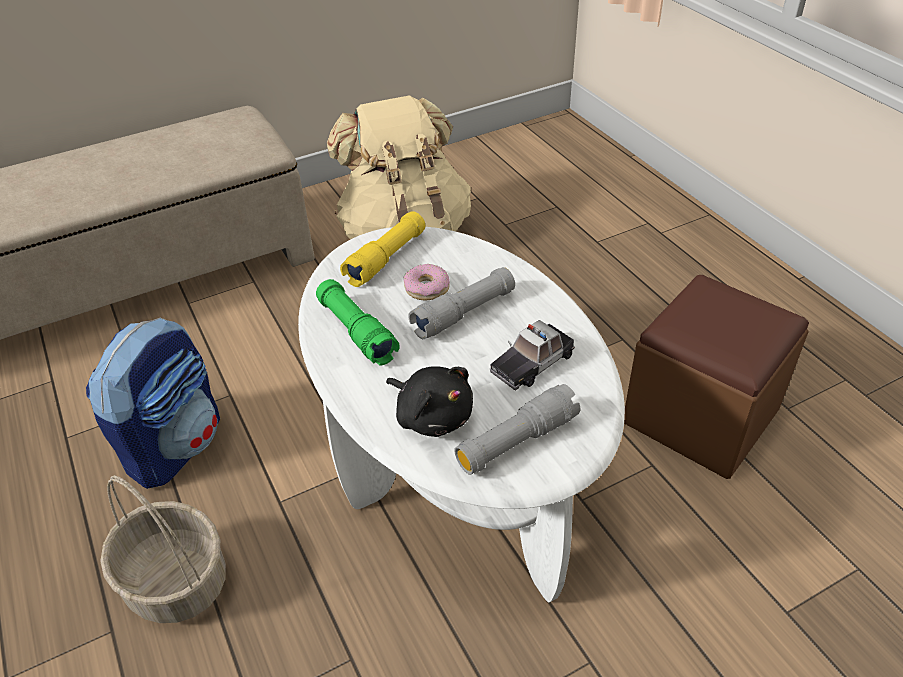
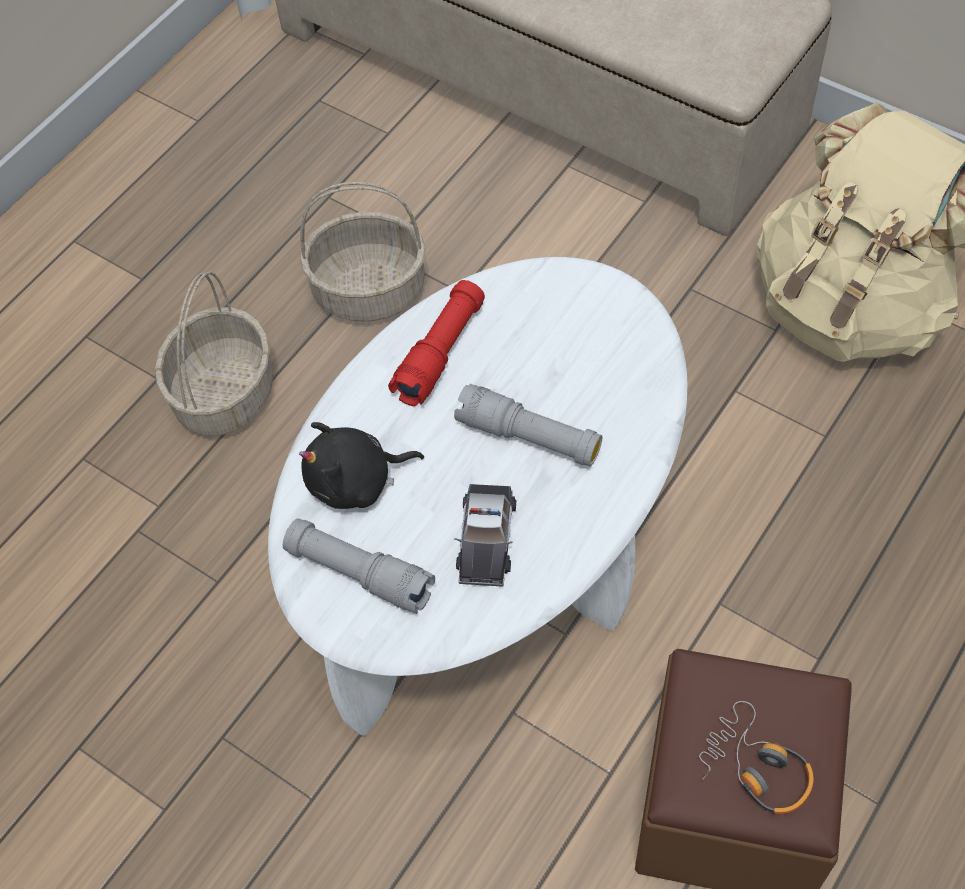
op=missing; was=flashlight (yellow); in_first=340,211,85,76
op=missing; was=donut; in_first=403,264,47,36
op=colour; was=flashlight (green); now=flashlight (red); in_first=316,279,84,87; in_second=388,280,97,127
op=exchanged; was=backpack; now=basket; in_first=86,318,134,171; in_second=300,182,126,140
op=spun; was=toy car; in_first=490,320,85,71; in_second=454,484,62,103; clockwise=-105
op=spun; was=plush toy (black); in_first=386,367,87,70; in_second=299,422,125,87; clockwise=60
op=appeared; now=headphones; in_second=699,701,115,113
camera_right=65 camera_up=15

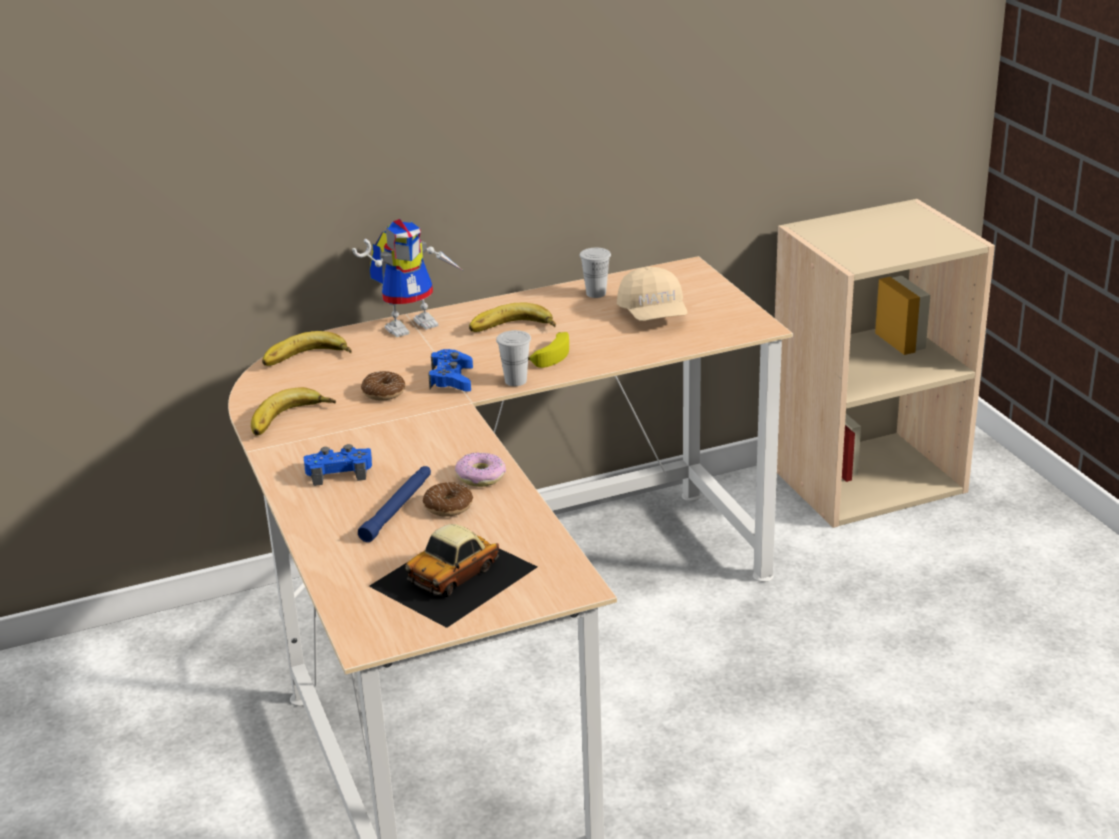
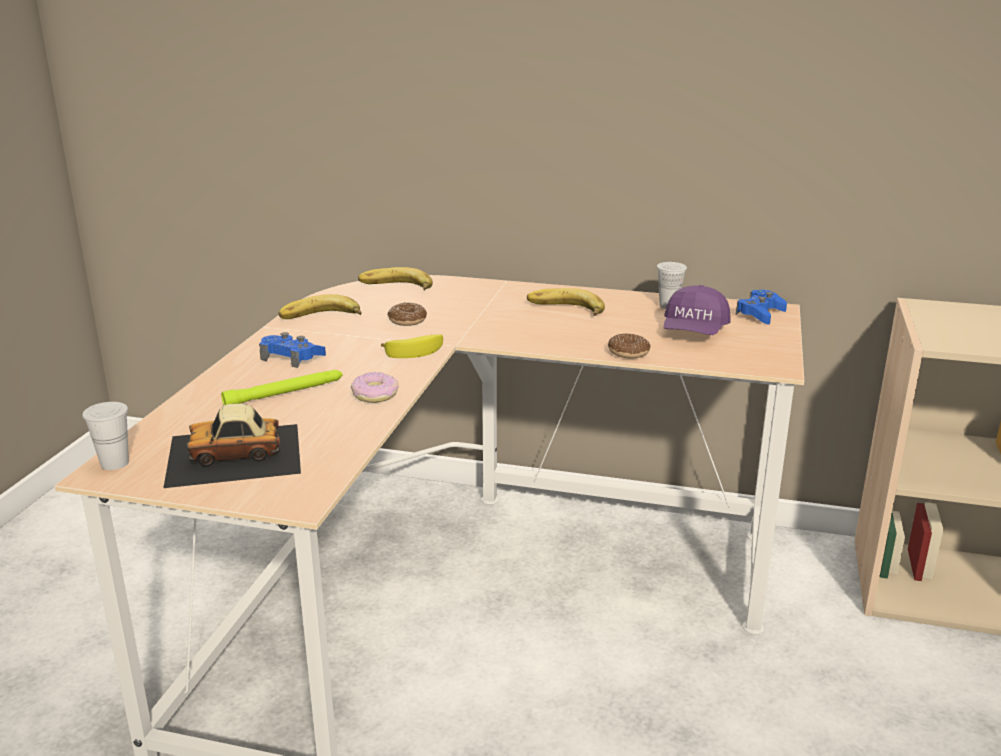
op=missing; was=toy robot; in_first=352,219,110,119
op=colour; was=cap (beige); now=cap (purple); in_first=617,267,70,54; in_second=663,285,68,50
op=relocated; was=cup (white); in_first=496,330,35,56; in_second=82,402,47,68
op=relocated; was=banana; in_first=528,332,41,36; in_second=381,335,62,23
op=relocated; was=game controller (blue); in_first=429,349,44,43; in_second=736,290,51,35
op=colour; was=flashlight (blue); now=flashlight (green); in_first=358,466,73,76; in_second=221,370,121,35
op=relocated; was=donut; in_first=423,482,50,34; in_second=608,334,43,24
camera_right=35 camera_up=-5

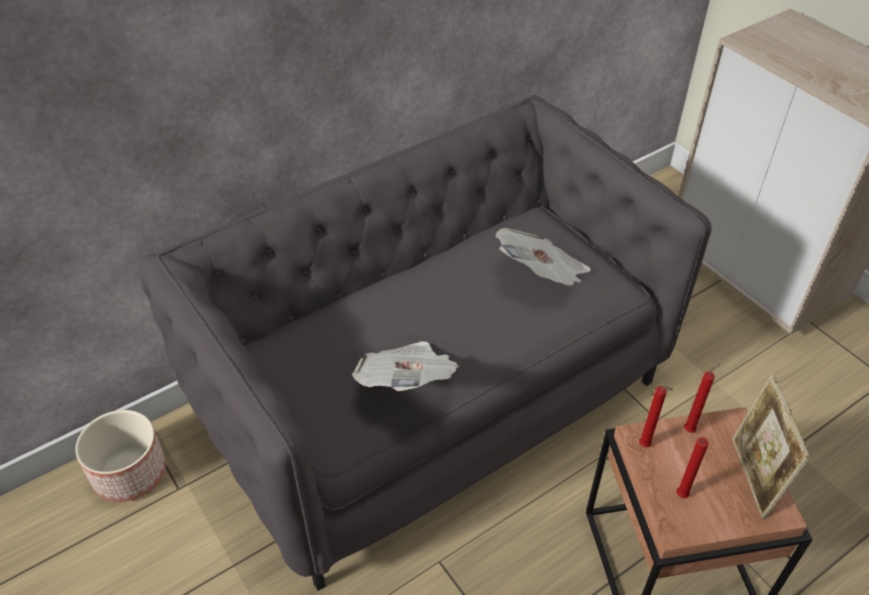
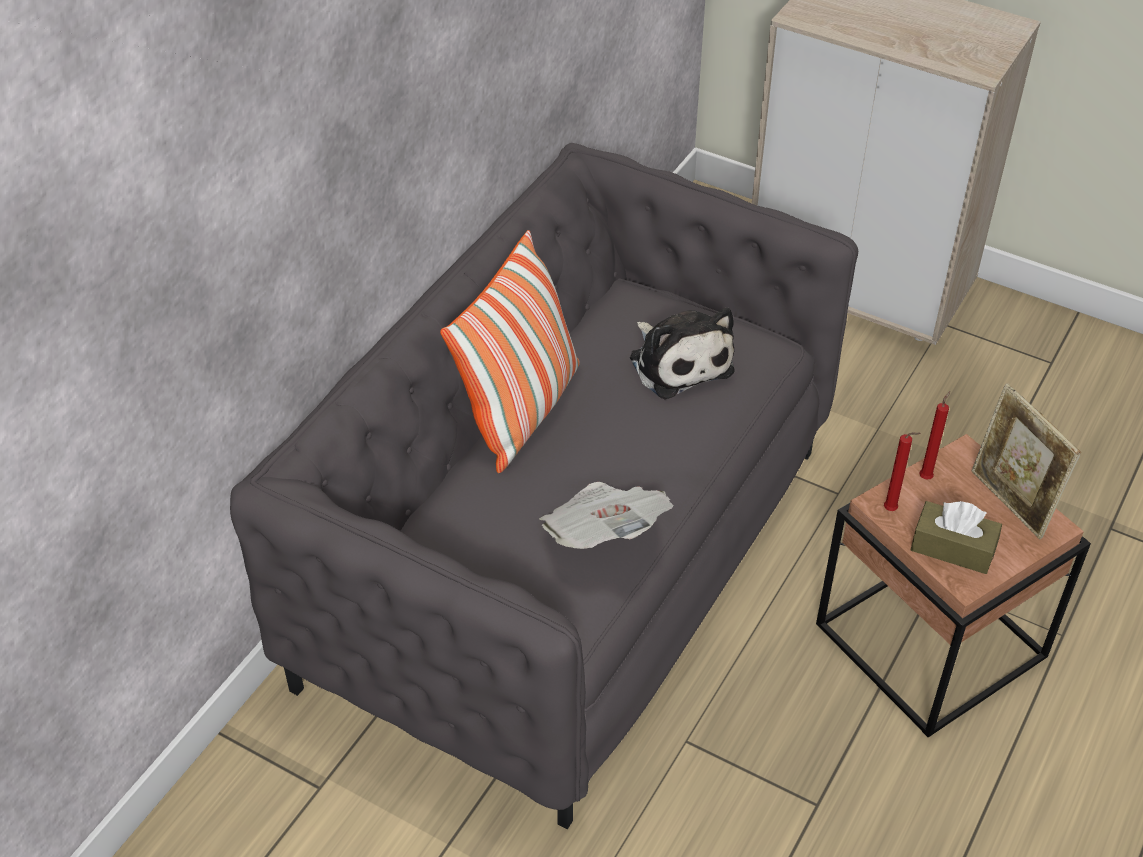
op=exchanged; was=newspaper; now=plush toy; in_first=496,228,95,58; in_second=630,308,105,91
op=missing; was=planter; in_first=75,410,91,92
op=exchanged; was=candle (red); now=tissue box (brown); in_first=677,438,32,60; in_second=911,501,91,73
op=appeared; now=pillow; in_second=440,230,140,243
camera_right=-25 camera_up=0

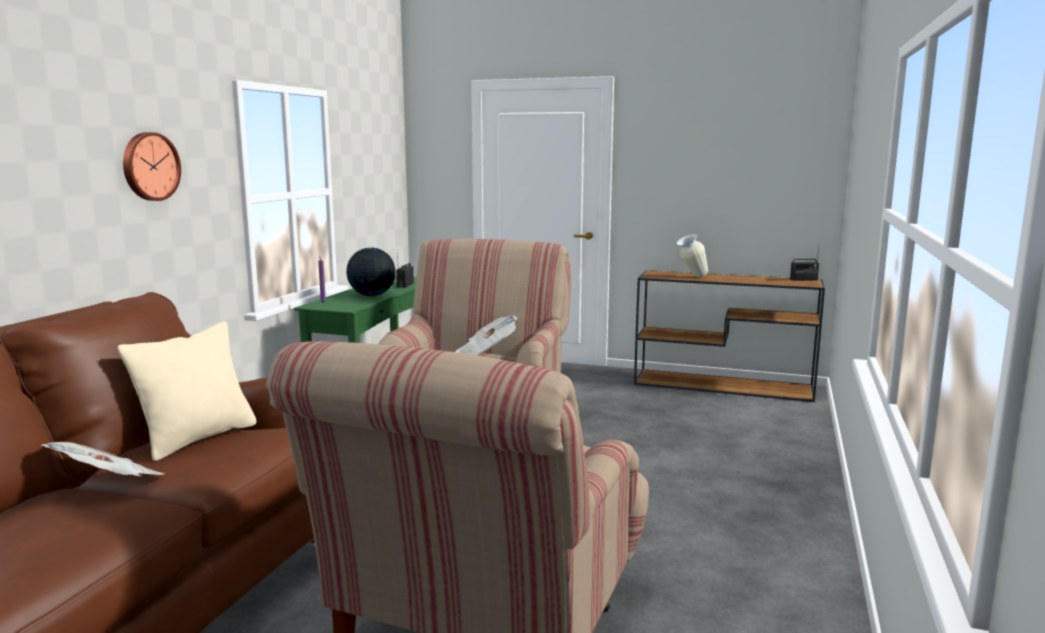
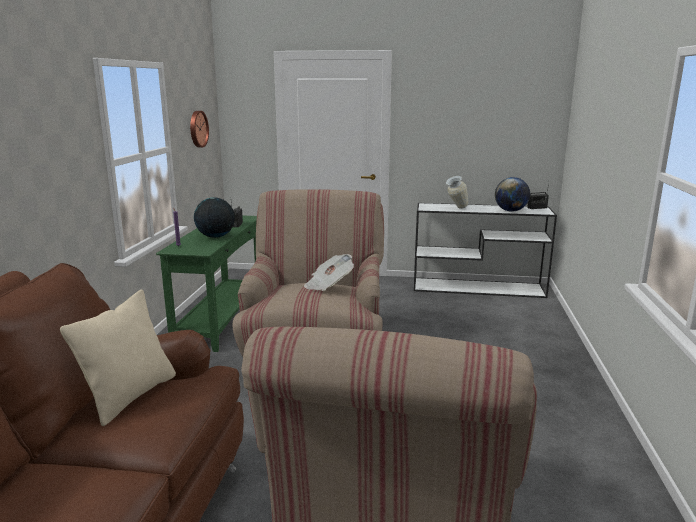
op=relocated; was=wall clock; in_first=123,132,58,69; in_second=190,111,19,37
op=colour; was=console table (brown); now=console table (white); in_first=634,270,191,132; in_second=414,203,143,95
op=missing; was=newspaper; in_first=42,442,123,34
op=appeared; now=globe; in_second=495,177,35,35
camera_right=-10 camera_up=5

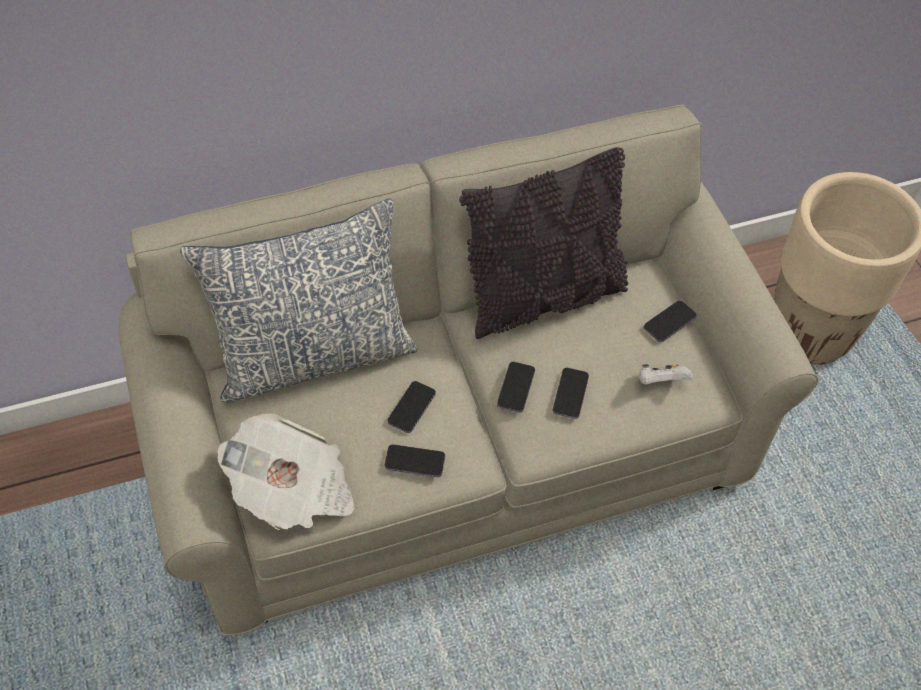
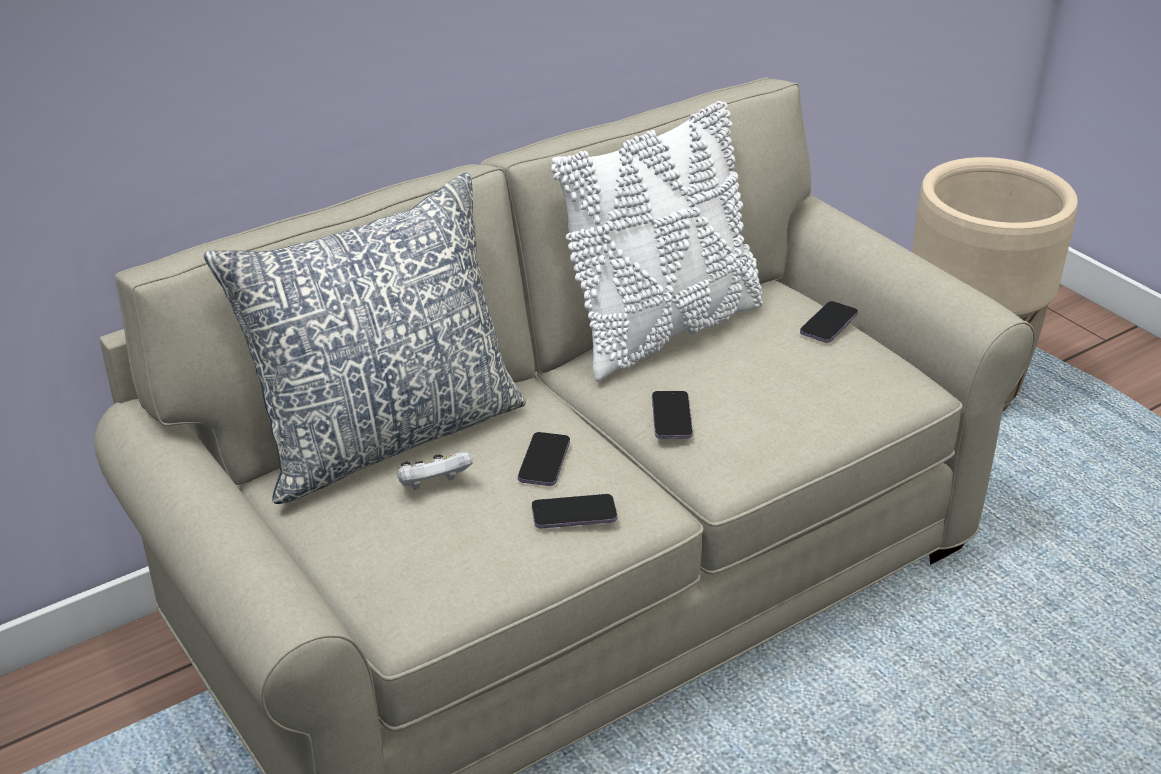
op=colour; was=pillow (black); now=pillow (white); in_first=459,147,169,192; in_second=551,101,212,280
op=relocated; was=game controller (white); in_first=639,364,53,21; in_second=397,452,76,38
op=missing; was=phone; in_first=553,368,36,51
op=missing; was=newspaper; in_first=217,413,138,118
camera_right=-15 camera_up=-20

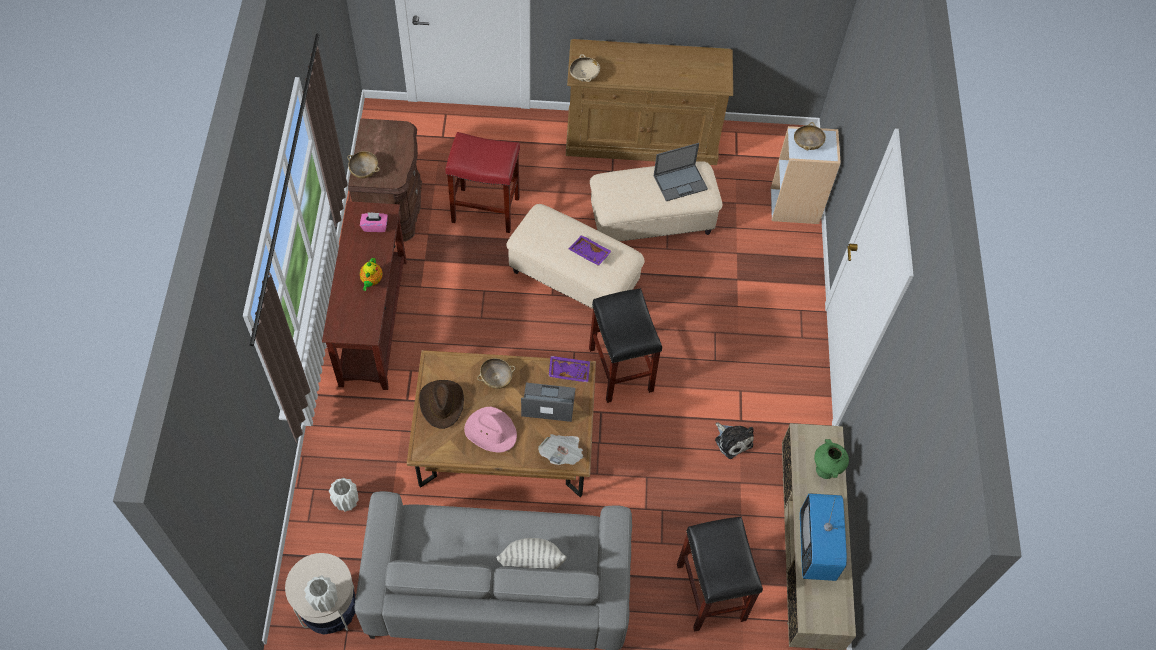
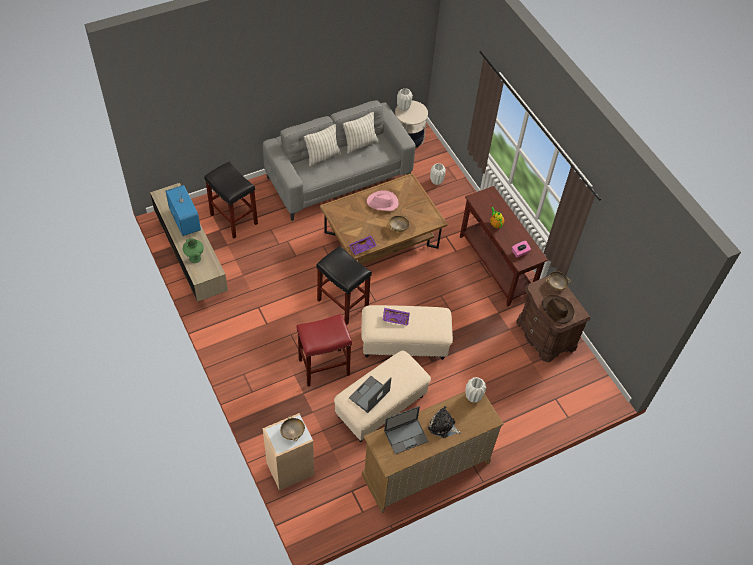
op=exchanged; was=bowl (beige); now=vase (white); in_first=570,54,30,28; in_second=465,377,21,25
op=relocated; was=stool (red); in_first=445,132,75,101; in_second=296,314,56,73
op=relocated; was=hat (brown); in_first=419,380,45,49; in_second=542,295,32,28
op=relocated; was=laptop; in_first=521,383,55,39; in_second=384,406,45,49
op=relocated; was=plush toy; in_first=715,423,39,36; in_second=428,406,33,32
op=missing; was=newspaper; in_first=538,434,46,31
op=appeared; now=pillow; in_second=343,112,35,42
camera_right=150 camera_up=-5

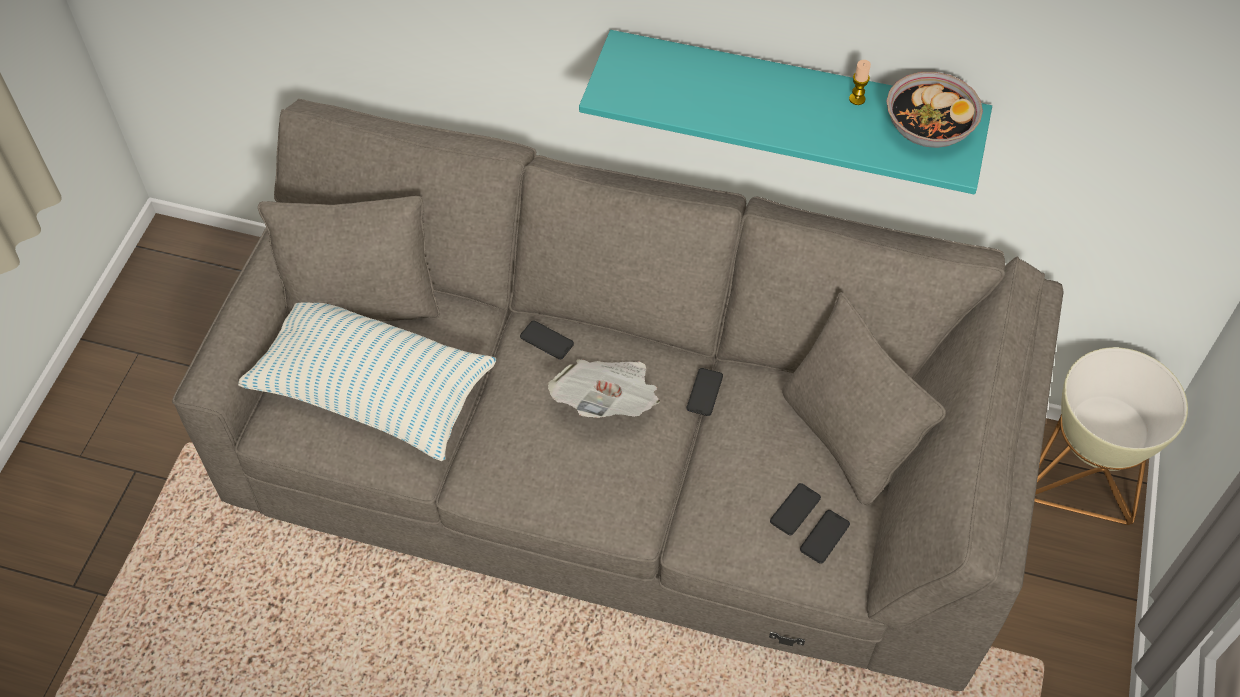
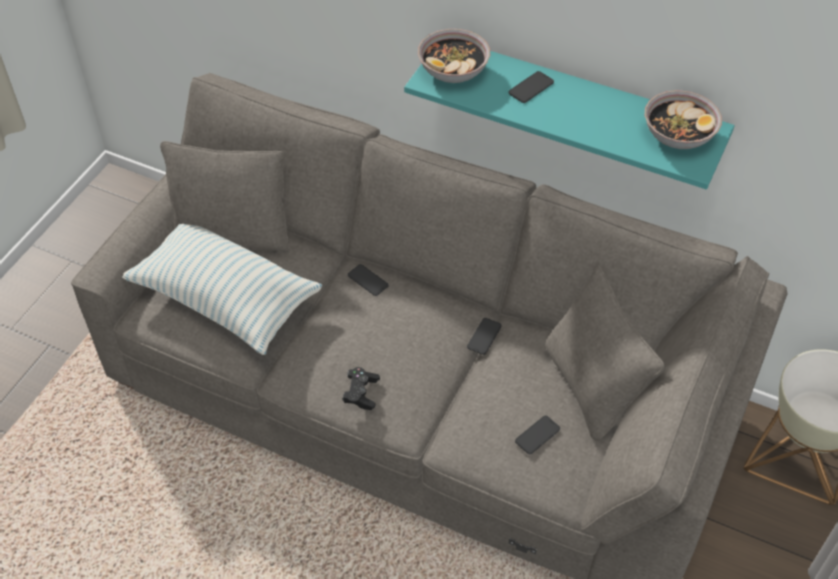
op=missing; was=candle; in_first=849,60,22,45
op=missing; was=newspaper; in_first=548,359,112,59
op=relocated; was=phone; in_first=800,510,50,54; in_second=508,71,46,32
op=appeared; now=bowl; in_second=418,29,72,54
op=appeared; now=game controller (black); in_second=342,367,38,43
camera_right=10 camera_up=-5

